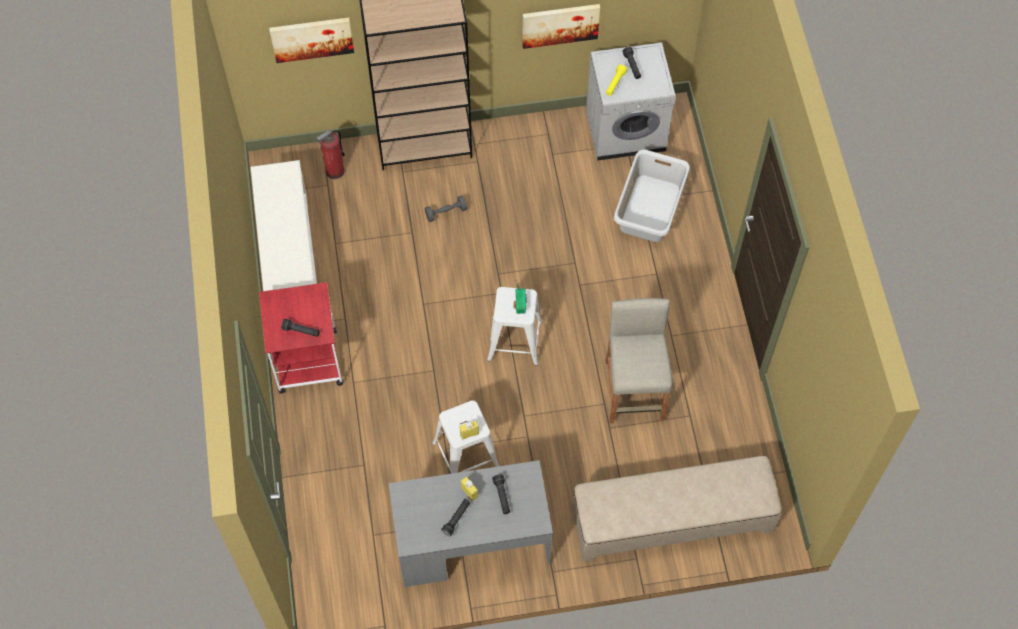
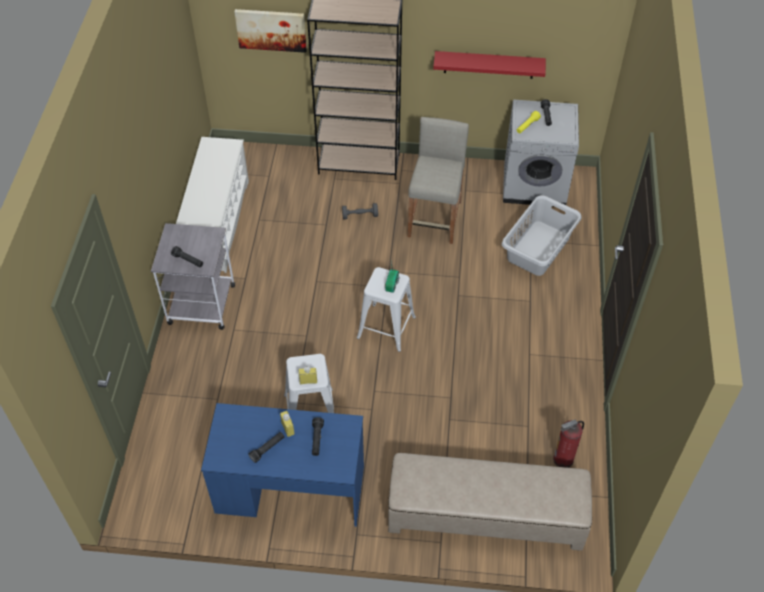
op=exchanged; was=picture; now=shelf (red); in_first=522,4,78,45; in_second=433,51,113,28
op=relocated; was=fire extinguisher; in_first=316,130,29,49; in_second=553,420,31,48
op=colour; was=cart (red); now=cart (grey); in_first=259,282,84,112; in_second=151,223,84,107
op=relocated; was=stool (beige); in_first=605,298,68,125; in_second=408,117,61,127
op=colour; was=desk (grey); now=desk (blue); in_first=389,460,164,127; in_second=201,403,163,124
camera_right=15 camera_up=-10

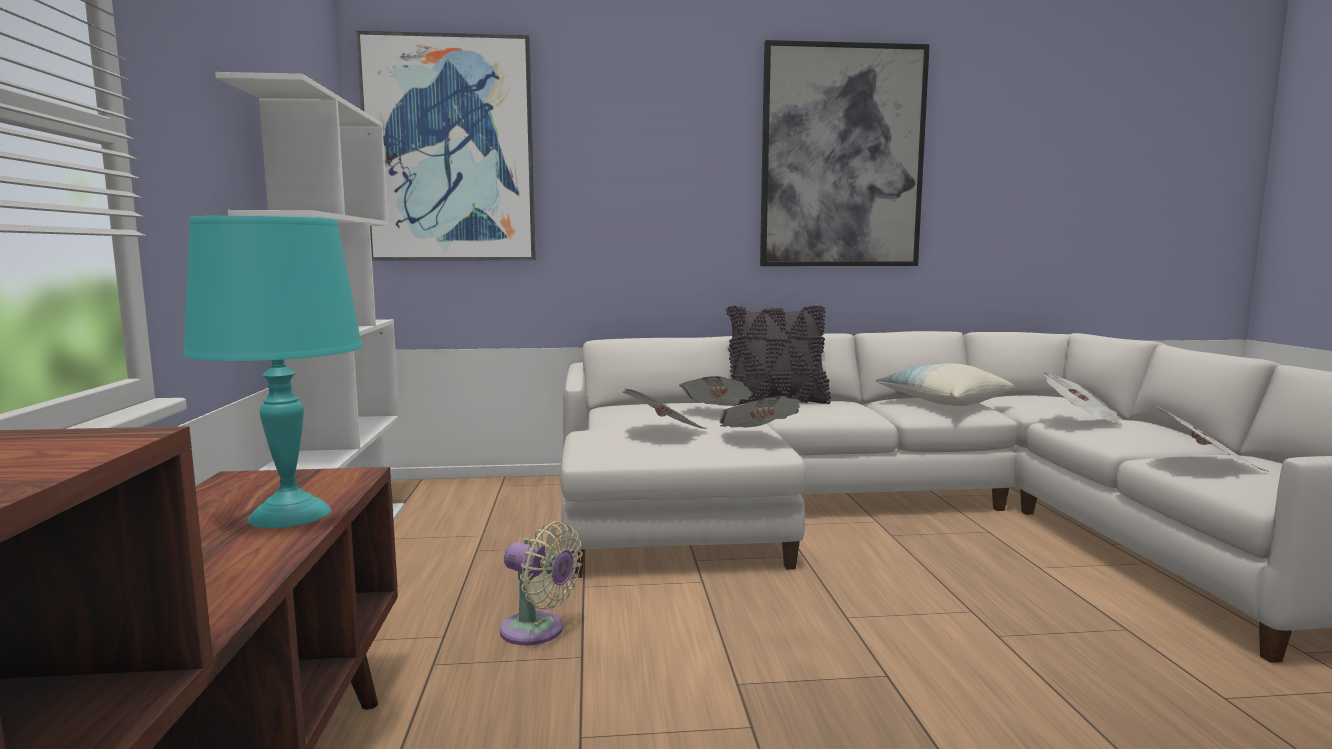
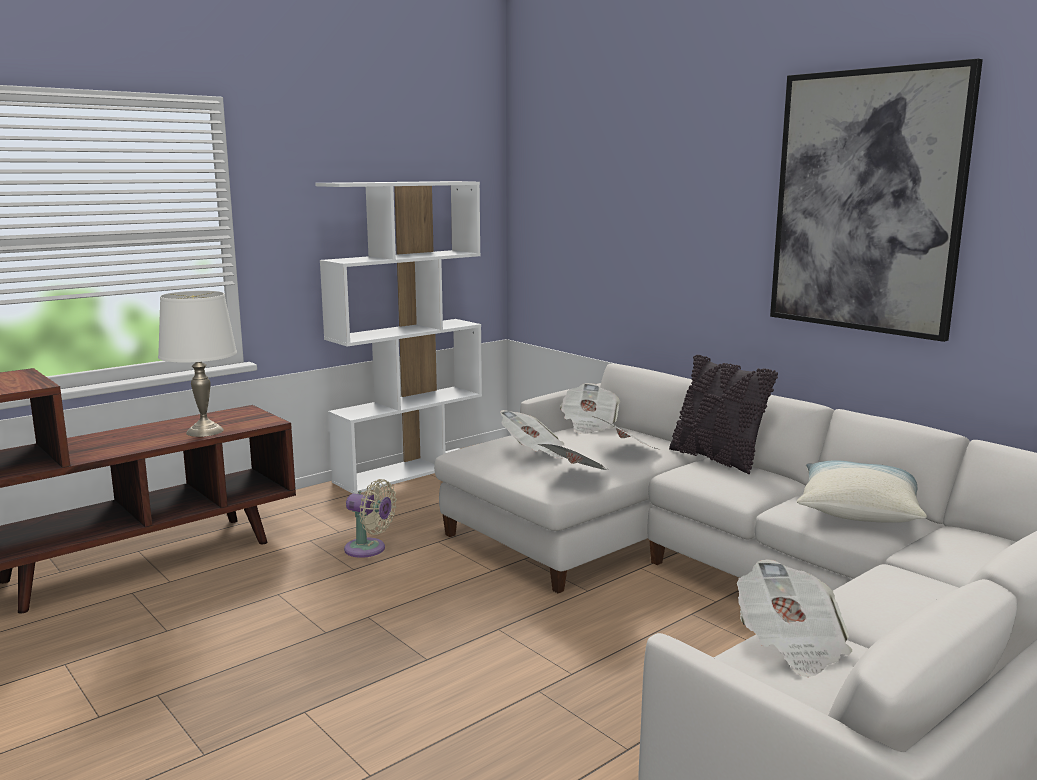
op=missing; was=picture; in_first=356,31,180,230
op=colour; was=table lamp (turquoise); now=table lamp (white); in_first=183,216,180,312; in_second=158,291,79,146
op=relocated; was=newspaper; in_first=1041,371,82,55; in_second=560,383,60,51
op=spun; was=fan (beige); in_first=500,521,82,124; in_second=344,479,53,79; clockwise=-60
camera_right=55 camera_up=5

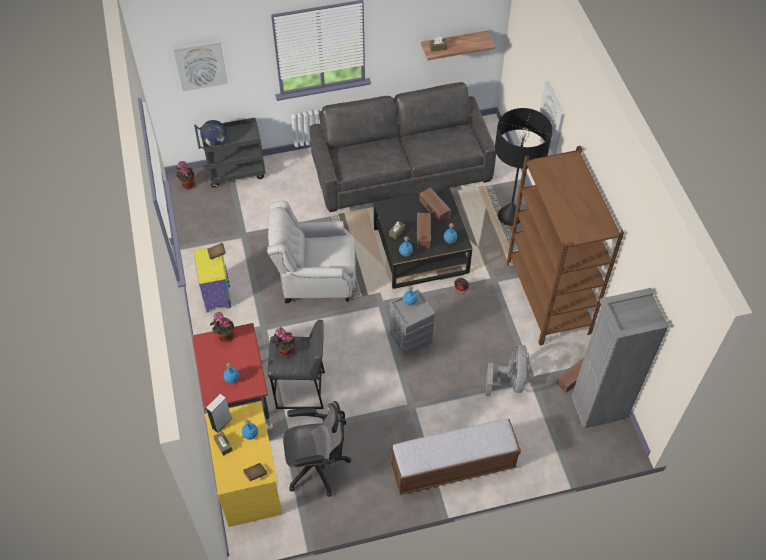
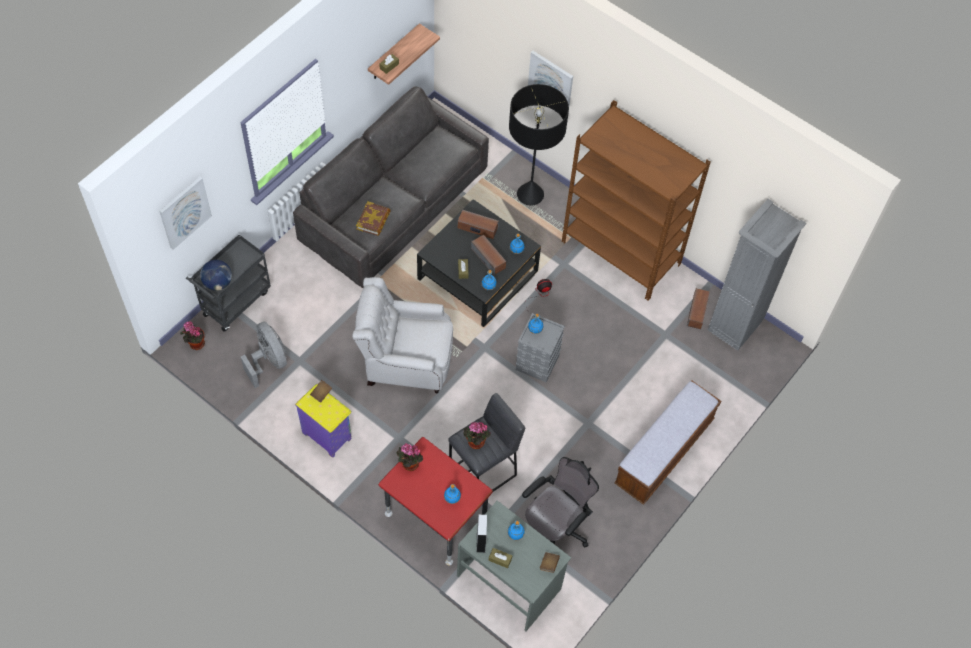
op=spun; was=armchair (white); in_first=267,200,89,103; in_second=352,277,101,117; clockwise=45
op=relocated; was=fan (grey); in_first=486,344,44,52; in_second=241,322,46,66
op=colour; was=desk (yellow); now=desk (grey); in_first=204,401,78,126; in_second=457,500,114,131
op=appeared; now=book; in_second=356,202,35,34
camera_right=-40 camera_up=5

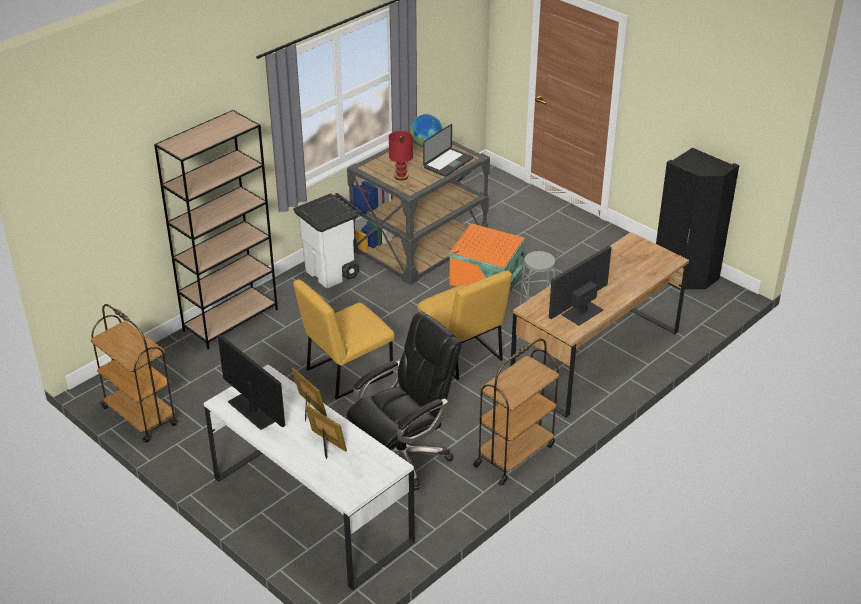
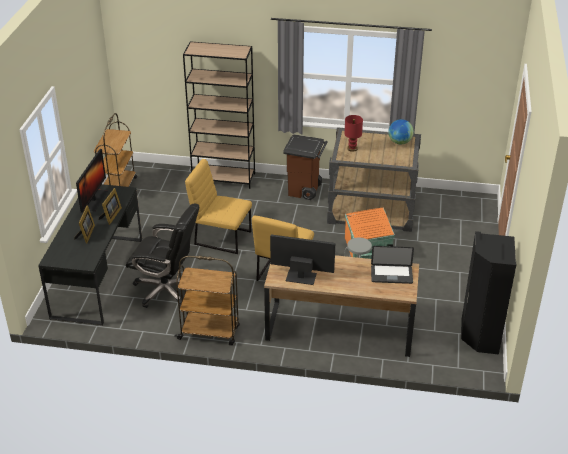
op=relocated; was=laptop; in_first=423,124,50,53; in_second=371,246,43,38
op=colour; was=trash can (white); now=trash can (brown); in_first=293,193,69,95; in_second=283,134,45,66
op=colour; was=desk (white); now=desk (black); in_first=204,365,211,225; in_second=38,184,104,142
camera_right=55 camera_up=0

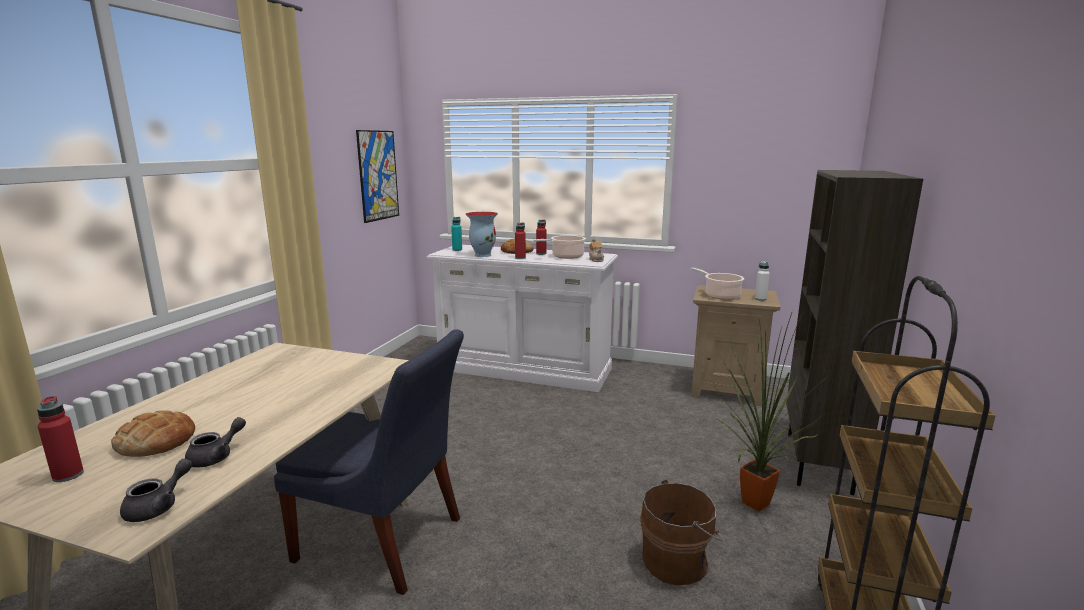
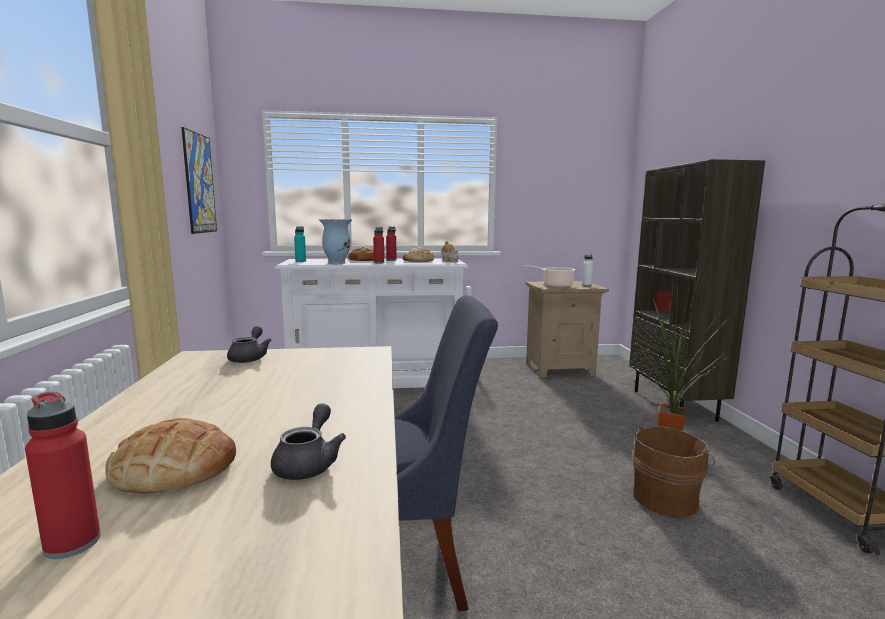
op=exchanged; was=cooking pot; now=bread; in_first=534,235,52,24; in_second=403,247,31,15
op=relocated; was=teapot (grey); in_first=120,458,72,64; in_second=227,326,45,37
camera_right=-25 camera_up=-5

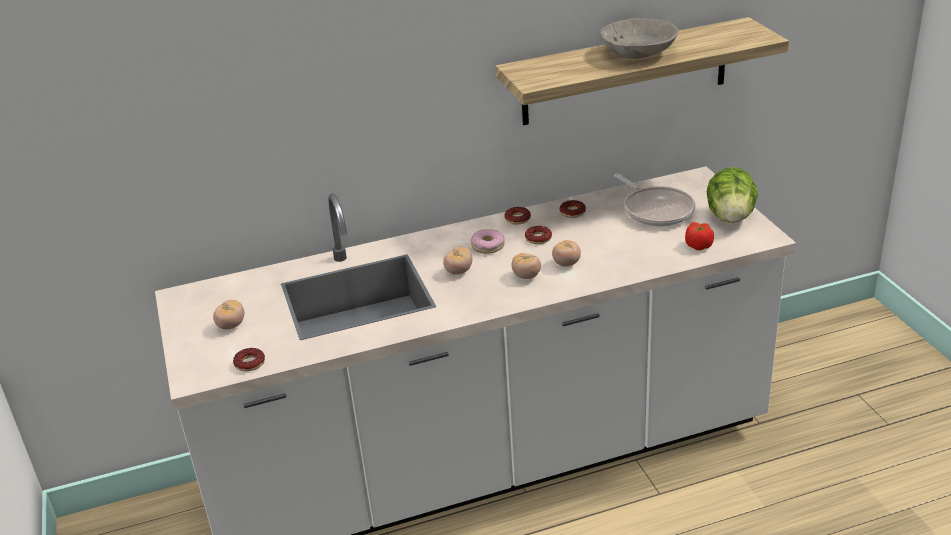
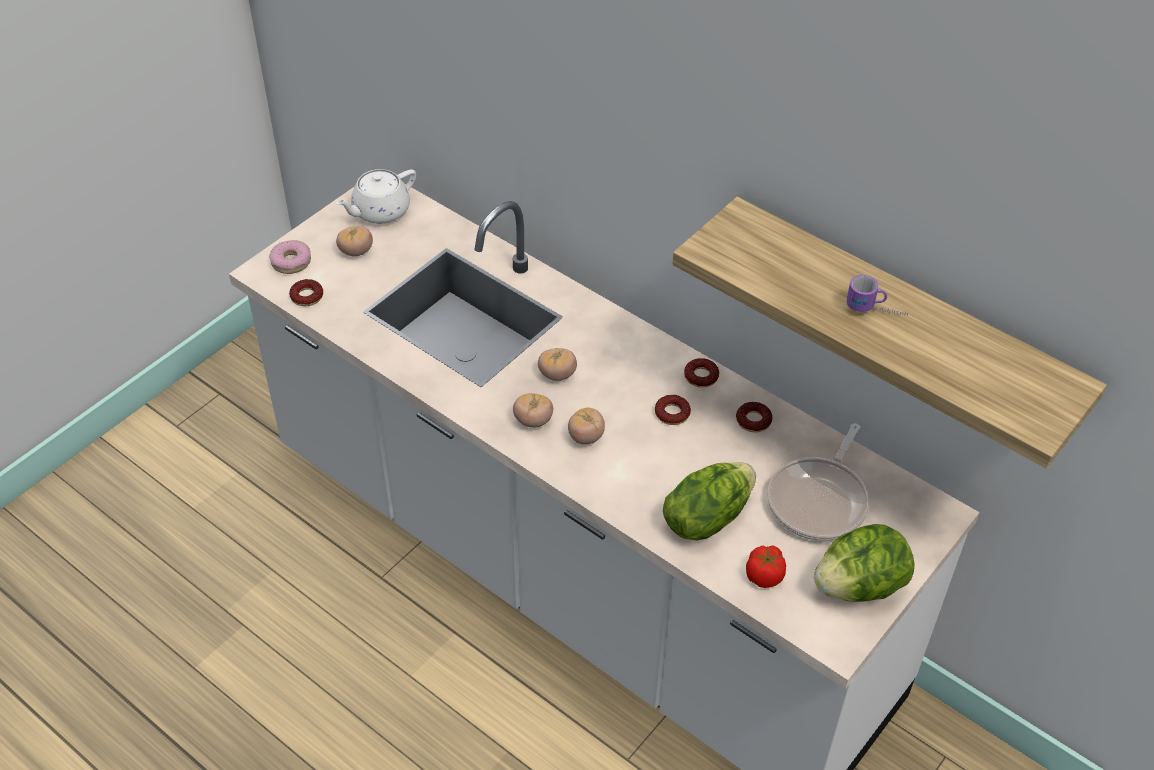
op=exchanged; was=bowl (grey); now=mug; in_first=600,18,79,41; in_second=847,275,61,41
op=relocated; was=donut; in_first=470,229,34,25; in_second=269,240,42,34
op=relocated; was=tomato; in_first=552,240,29,27; in_second=513,393,40,35
op=appeared; now=teapot (white); in_second=335,169,81,55
op=appeared; now=lettuce; in_second=663,462,93,79
camera_right=55 camera_up=15

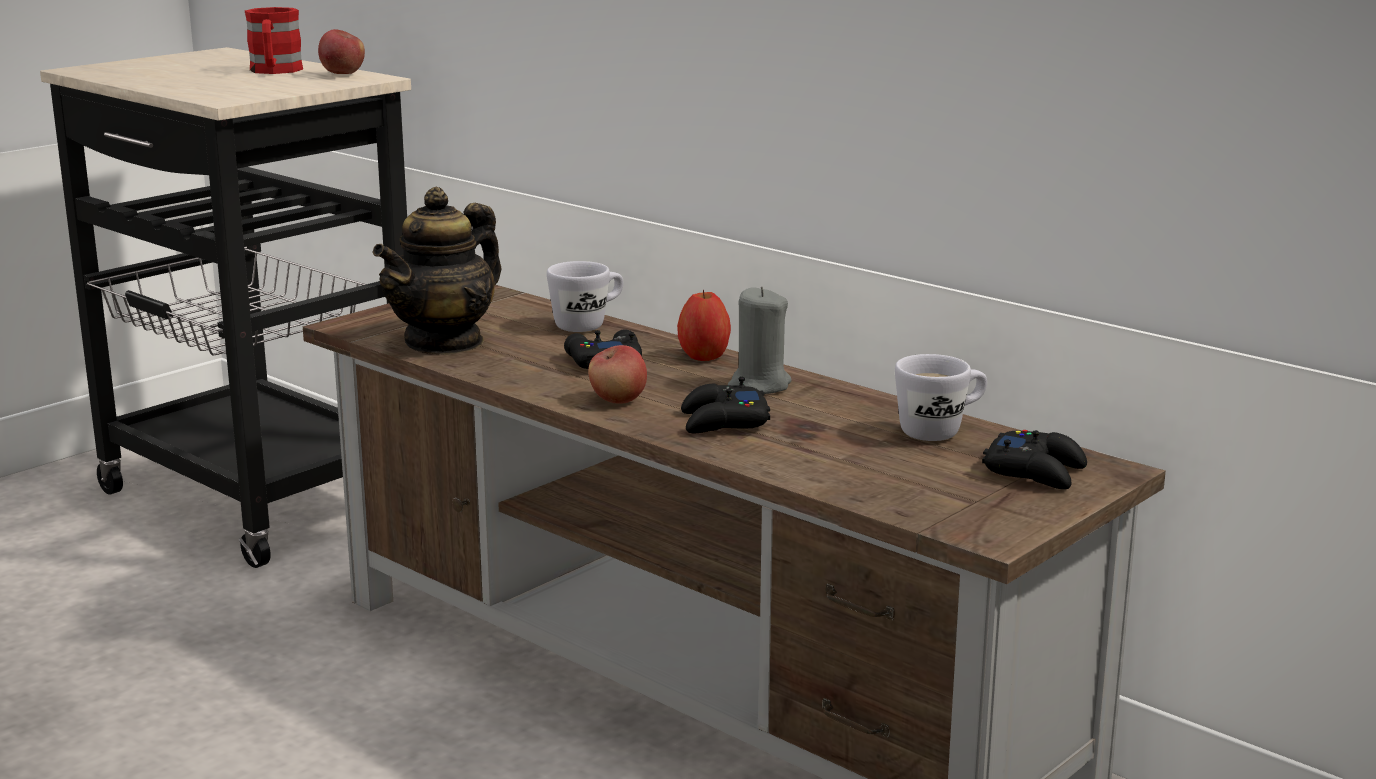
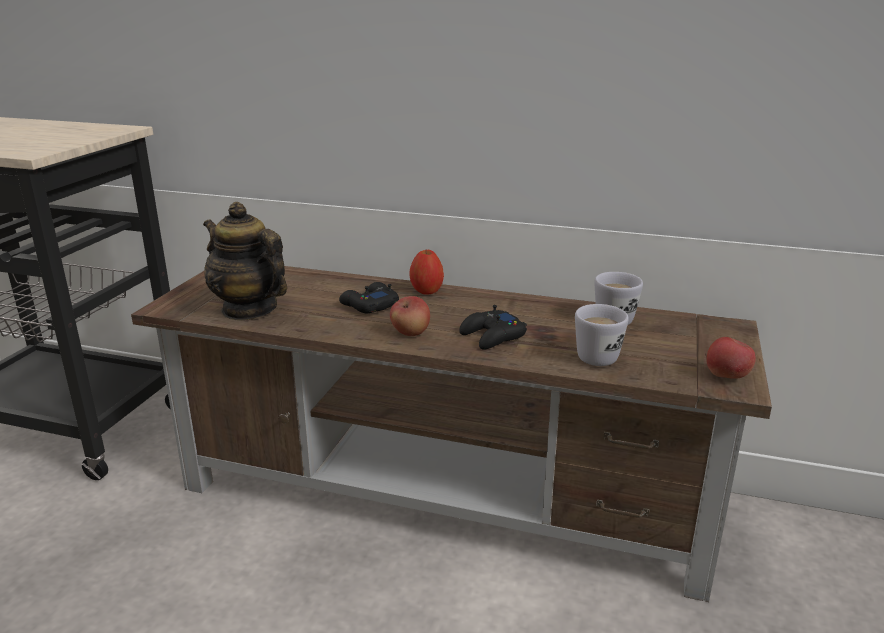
op=missing; was=mug (red); in_first=245,7,58,67
op=relocated; was=apple; in_first=318,29,47,45; in_second=707,337,49,42
op=spun; was=teapot; in_first=372,186,130,169; in_second=203,202,84,118; clockwise=120
op=relocated; was=mug (white); in_first=547,261,76,71; in_second=575,304,54,62
op=missing; was=candle (grey); in_first=728,286,64,108
op=missing; was=game controller (black); in_first=982,430,105,60
camera_right=-25 camera_up=5

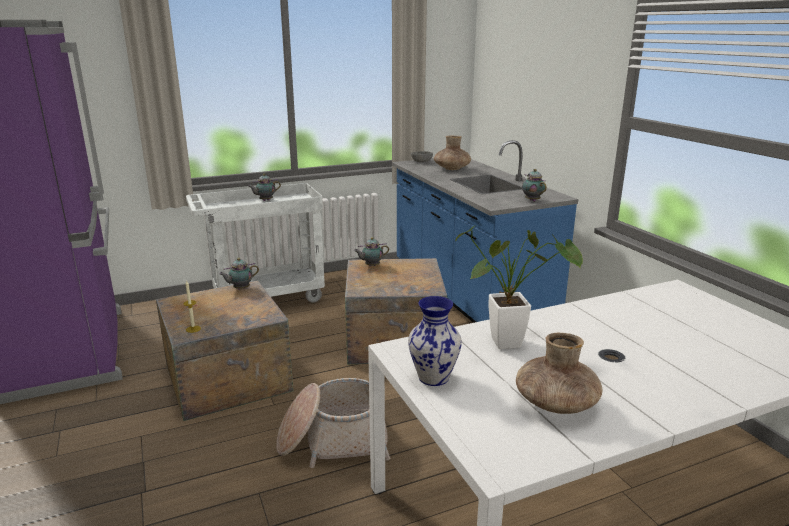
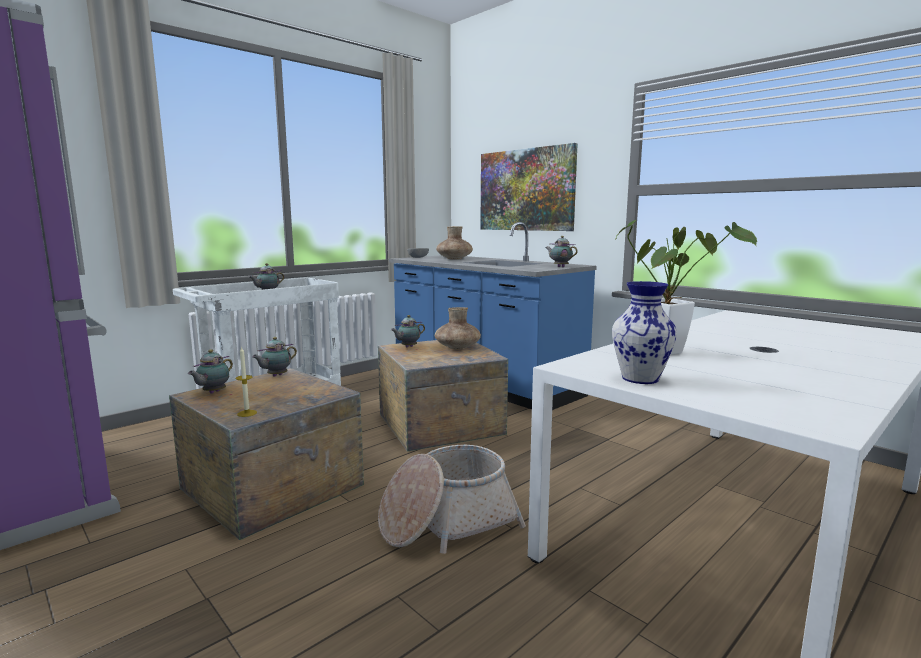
op=relocated; was=vase (brown); in_first=516,333,86,81; in_second=435,307,46,43
op=appeared; now=picture; in_second=480,143,98,88
op=appeared; now=teapot; in_second=188,349,45,45
camera_right=-20 camera_up=-10

